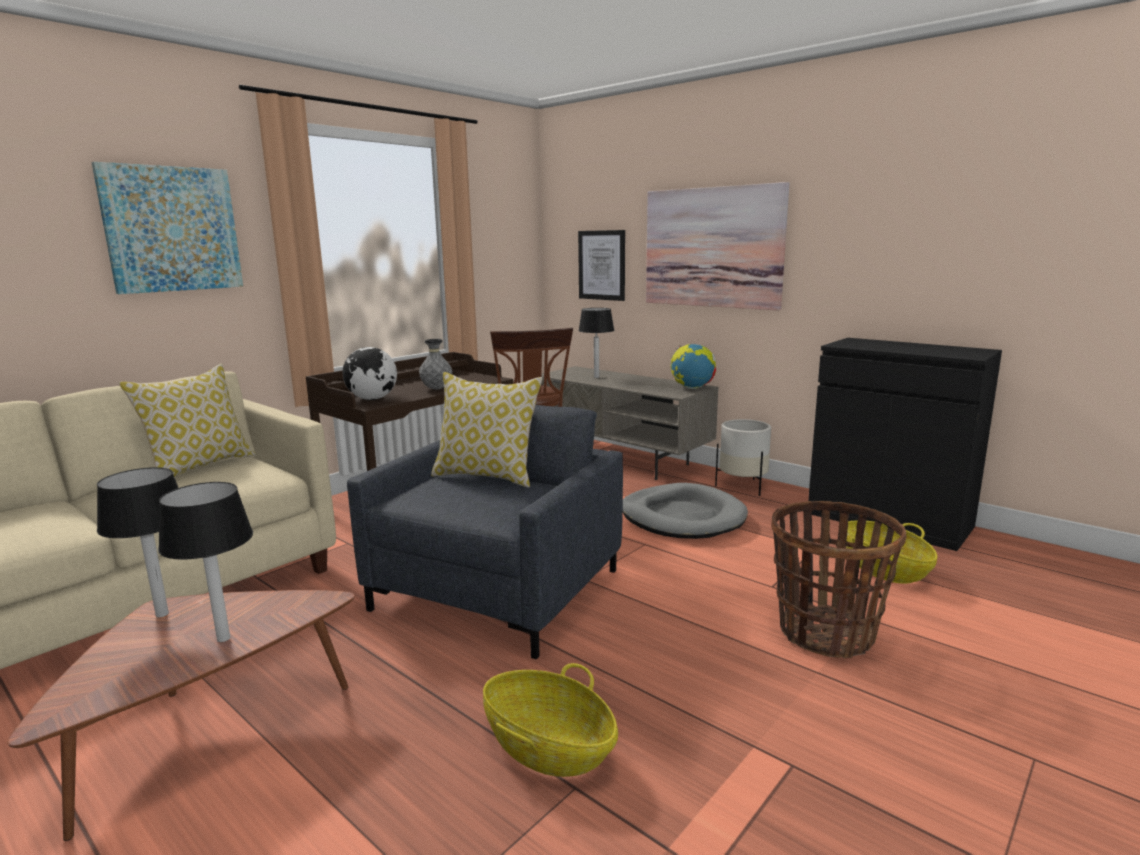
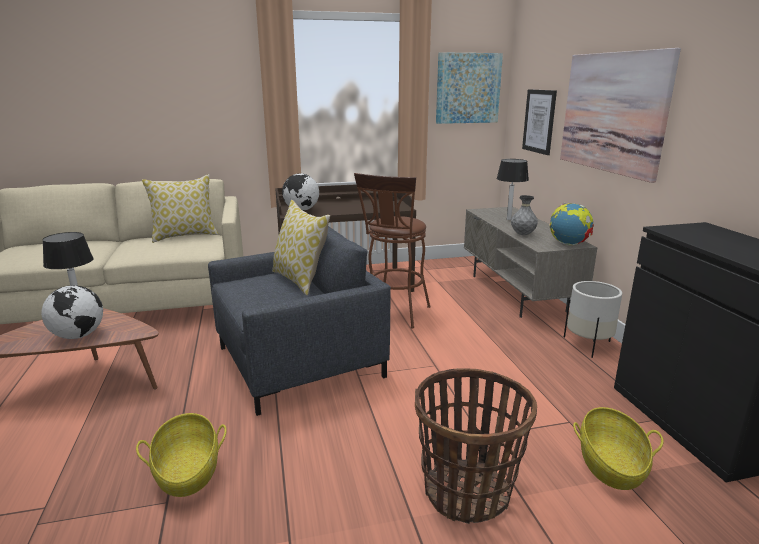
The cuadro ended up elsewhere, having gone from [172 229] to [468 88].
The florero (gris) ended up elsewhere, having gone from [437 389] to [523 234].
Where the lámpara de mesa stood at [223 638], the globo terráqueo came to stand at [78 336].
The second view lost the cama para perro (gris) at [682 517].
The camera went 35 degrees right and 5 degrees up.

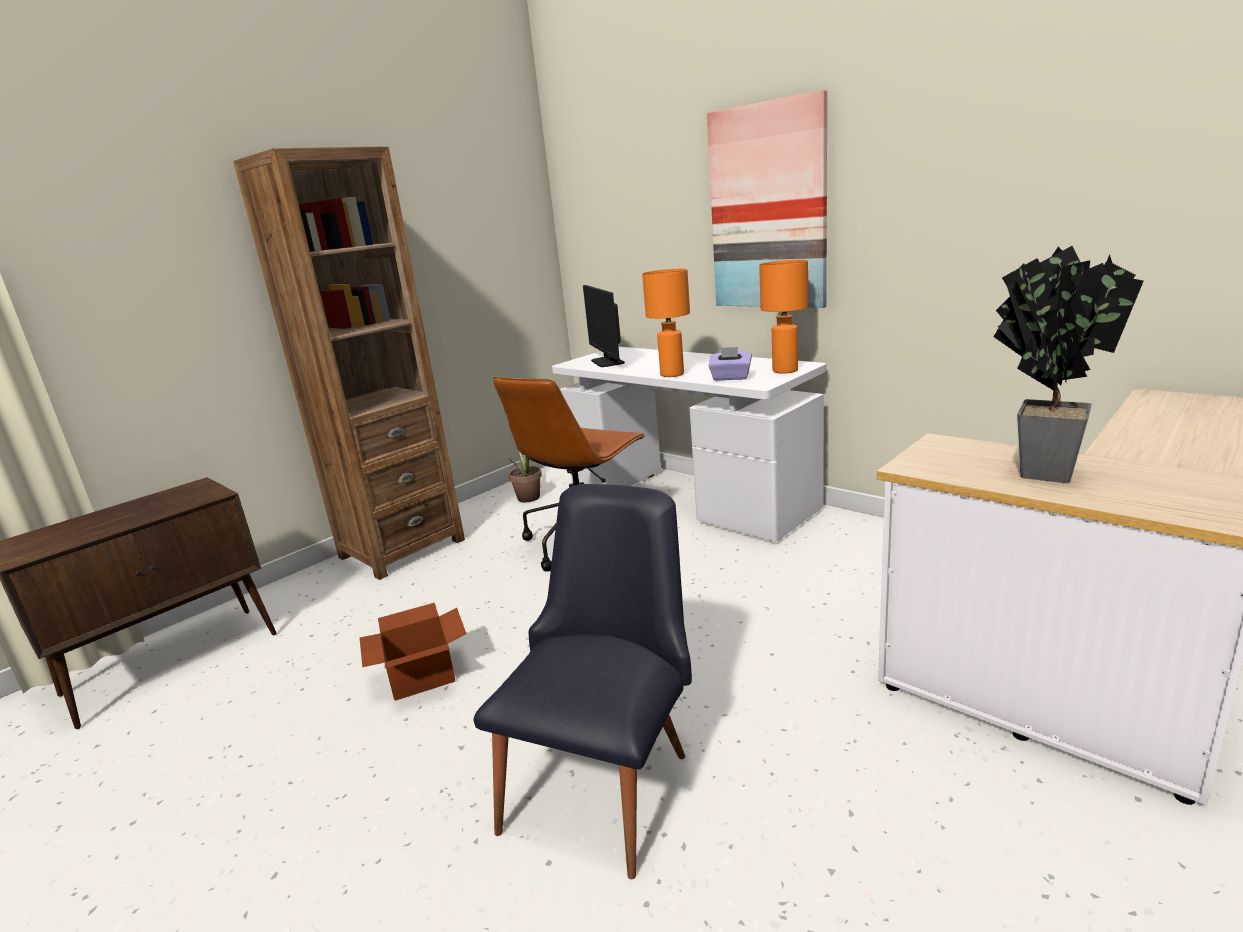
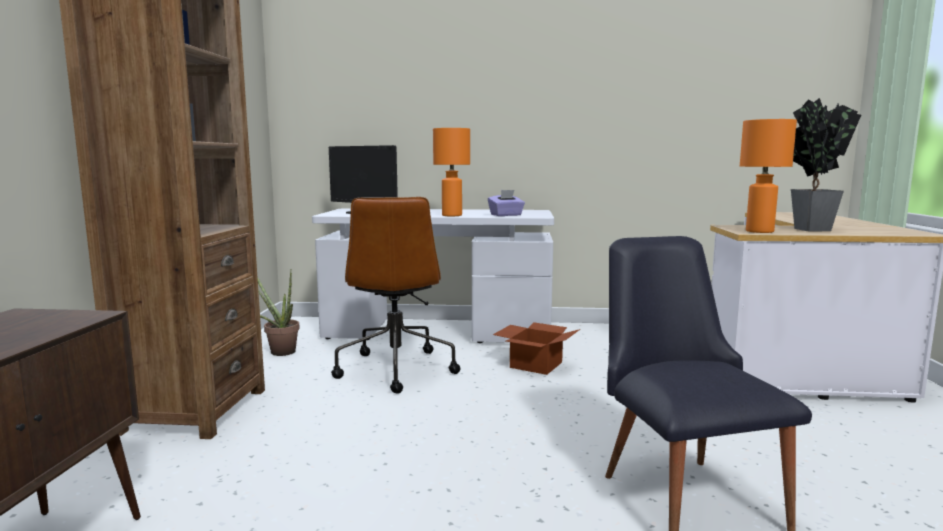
The second view lost the cuadro at [768 208].
The lámpara de mesa (naranja) ended up elsewhere, having gone from [784 370] to [758 231].
The caja de cartón ended up elsewhere, having gone from [422 673] to [535 364].
The camera went 40 degrees left and 10 degrees down.

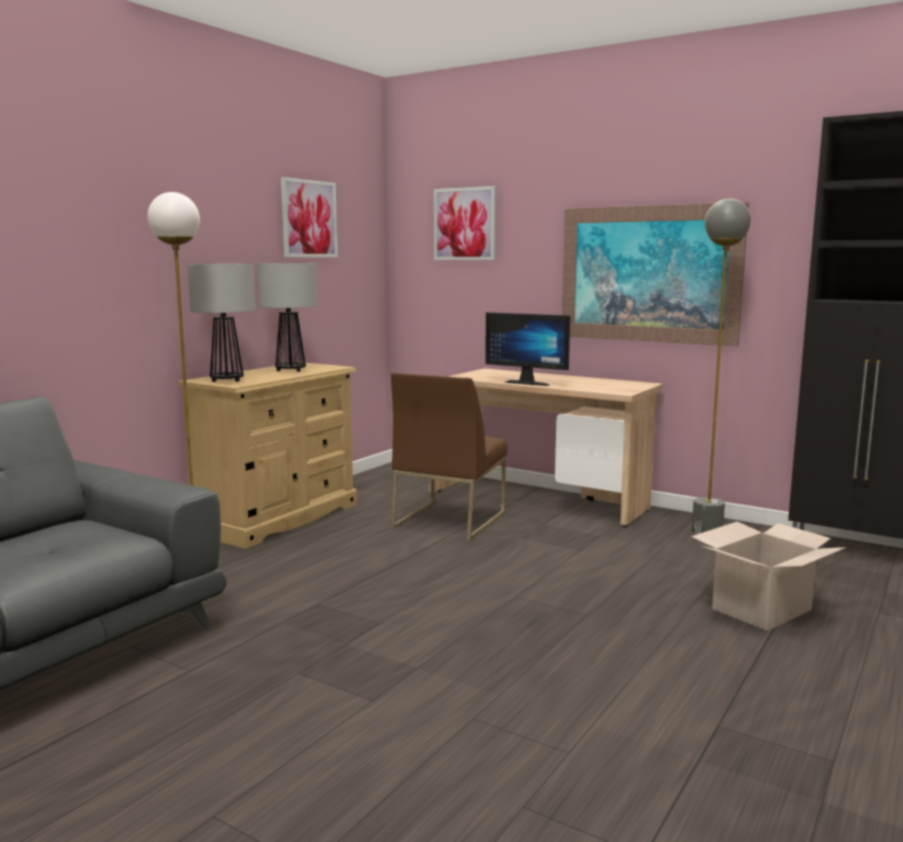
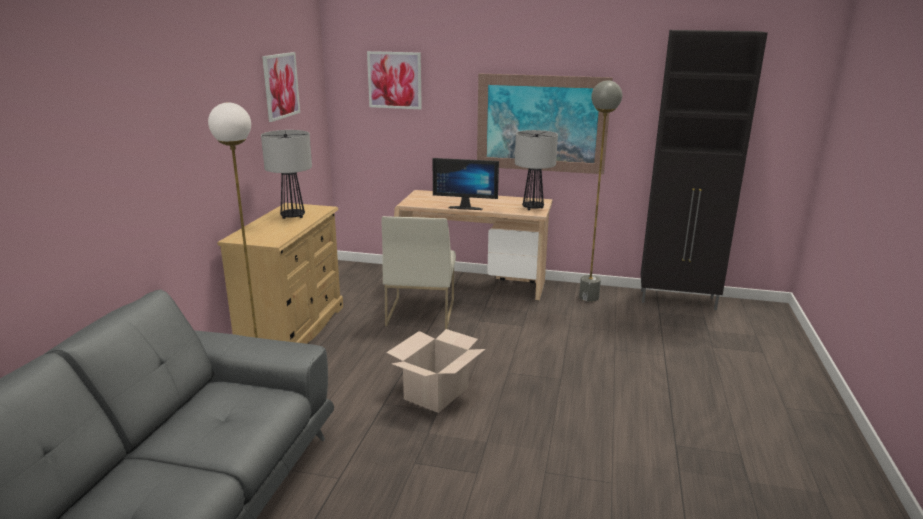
The lámpara de mesa ended up elsewhere, having gone from [227 380] to [533 208].
What was the silla (marrón) at [449 520] turned into the silla (blanco) at [420 312].
The caja de cartón ended up elsewhere, having gone from [762 609] to [437 393].
The camera went 20 degrees left and 10 degrees up.

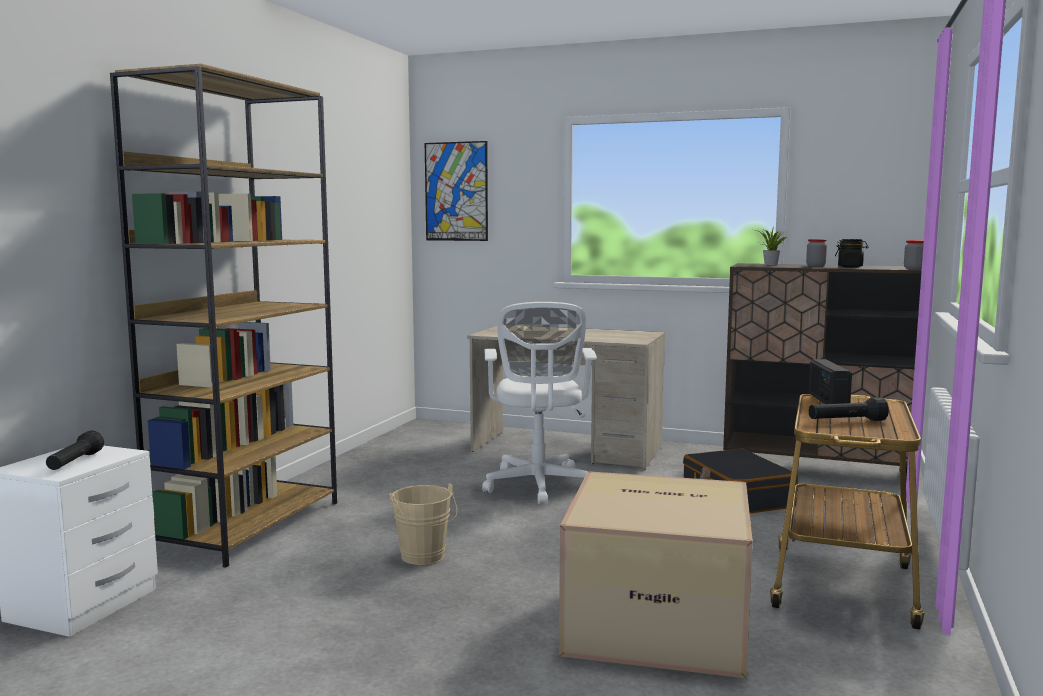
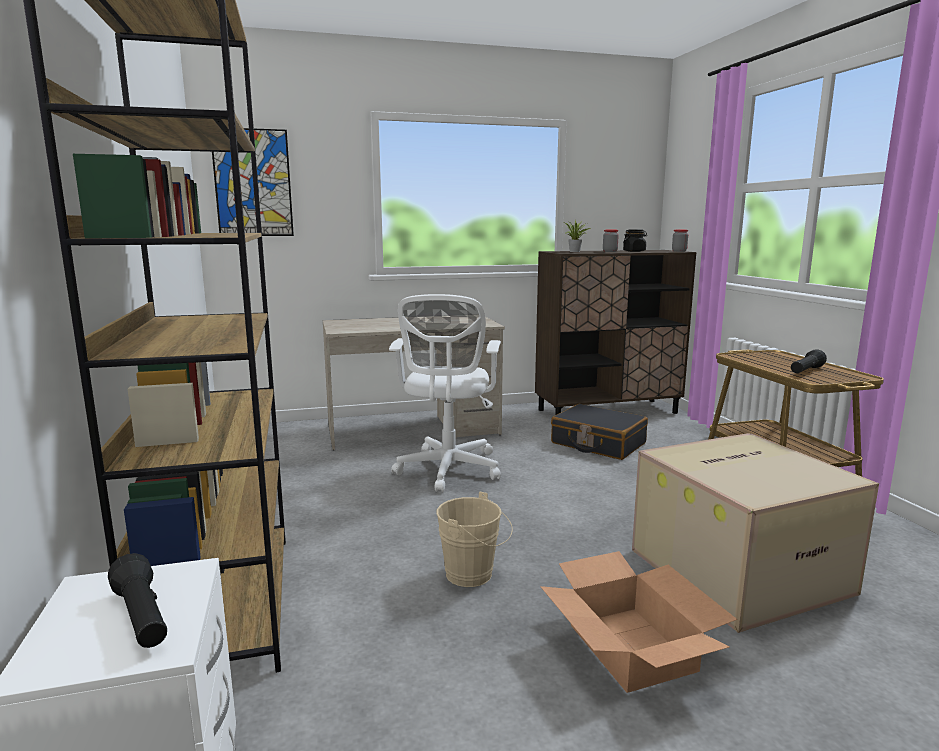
The silla de oficina (blanco) at [538 486] ended up facing another way, 45 degrees clockwise from before.
The second view lost the radio at [827 401].
The second view gained the caja de cartón at [631 647].
The camera went 35 degrees left and 5 degrees up.

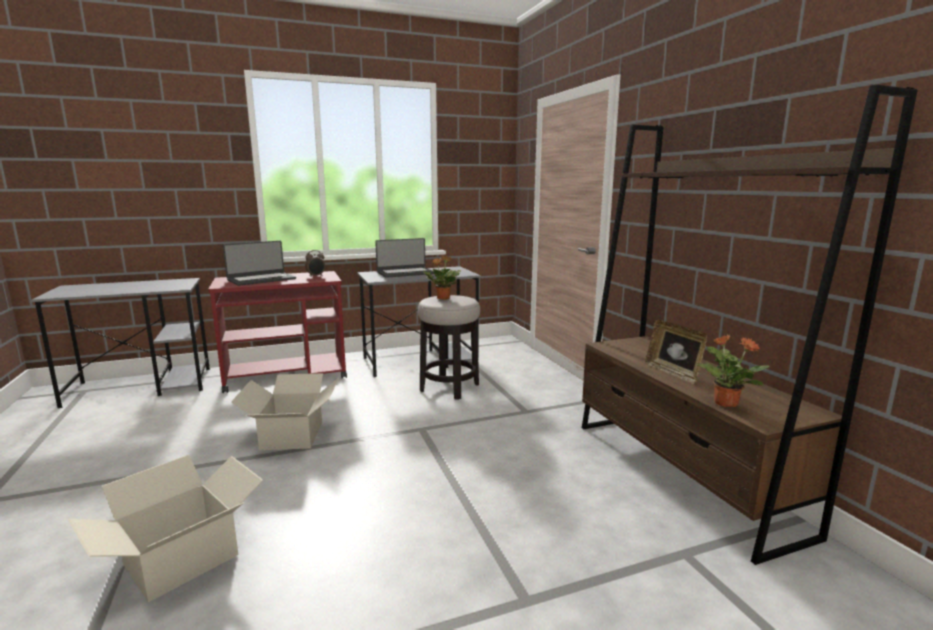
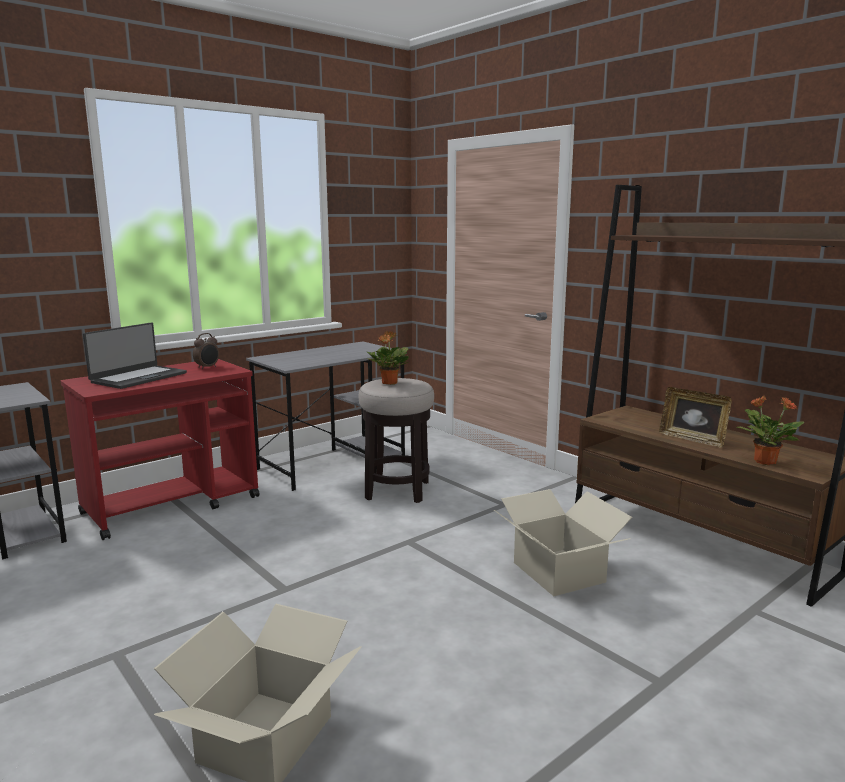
The second view lost the portátil at [405 273].
The caja de cartón ended up elsewhere, having gone from [293 435] to [559 572].
The camera went 20 degrees left and 0 degrees up.

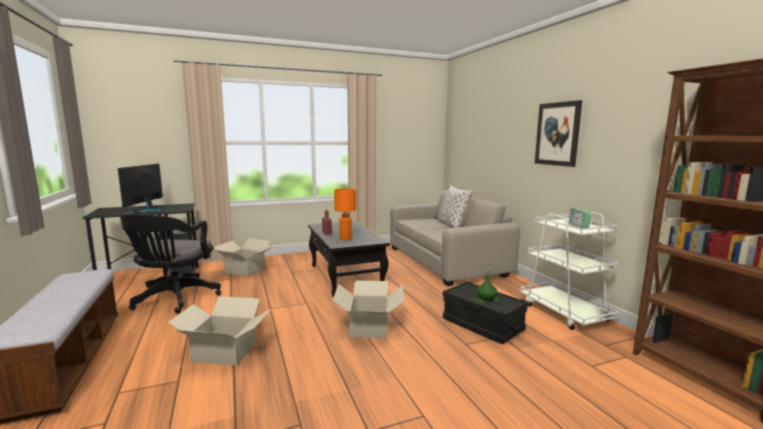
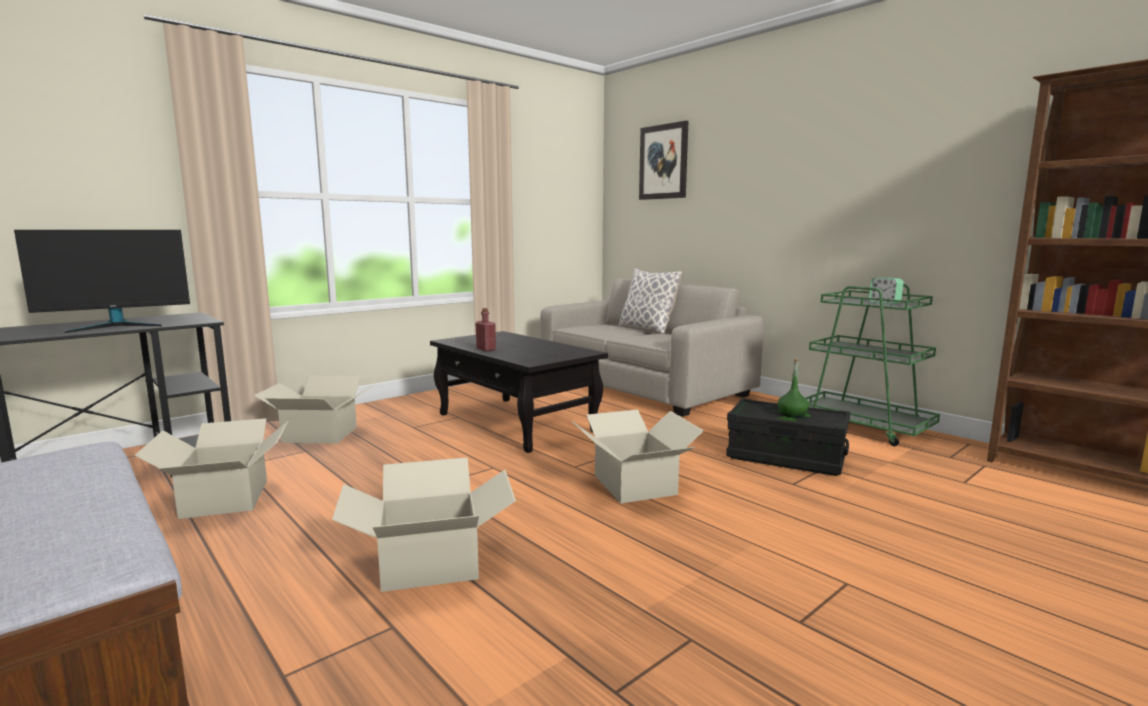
The cuadro ended up elsewhere, having gone from [557 134] to [663 162].
The monitor at [146 210] ended up facing another way, 105 degrees counterclockwise from before.
The second view lost the lámpara de mesa (naranja) at [345 238].
What was the carrito (blanco) at [564 312] turned into the carrito (verde) at [863 428].
Where the silla de oficina (negro) stood at [174 299], the caja de cartón came to stand at [224 499].
The camera went 20 degrees left and 0 degrees up.

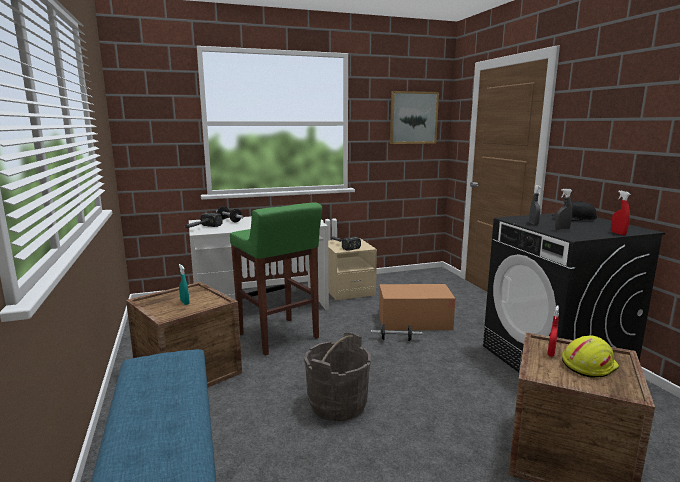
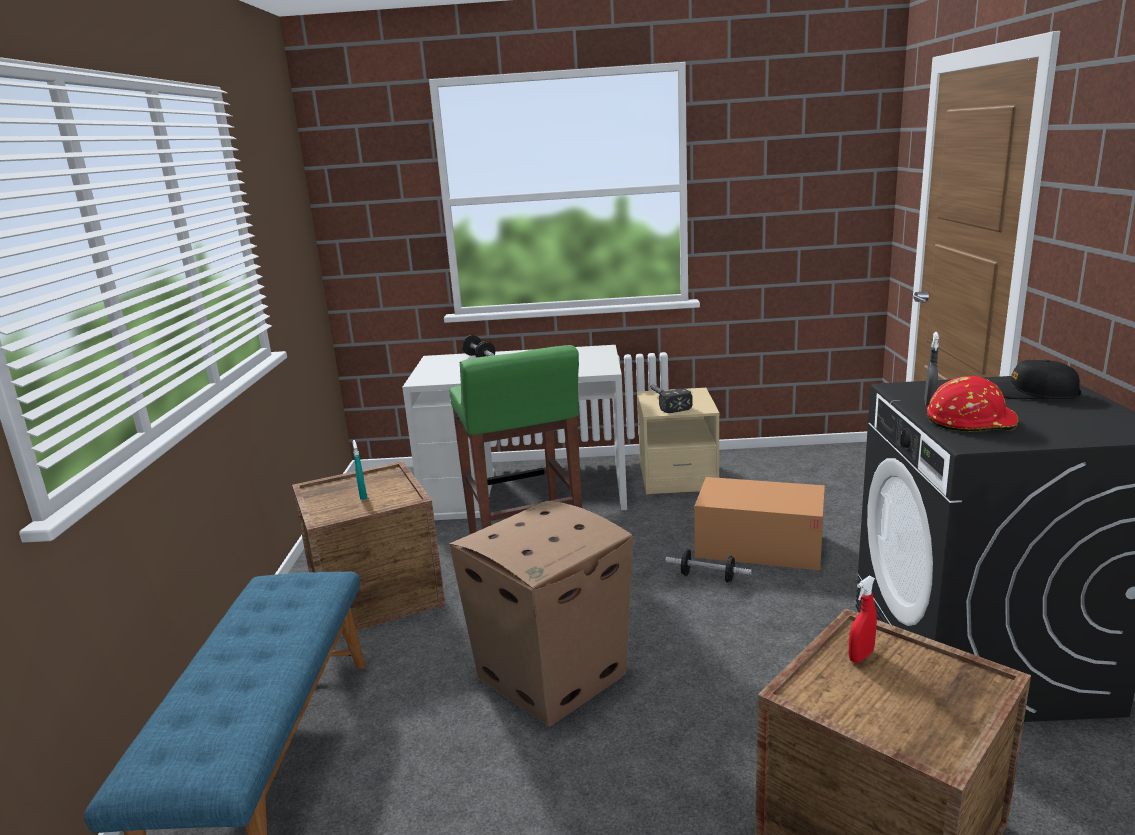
The second view lost the cuadro at [413 117].
Where the pulverizador (gris) stood at [562 229], the casco (rojo) came to stand at [970 421].
The second view lost the pulverizador (rojo) at [618 233].
The second view lost the martillo at [200 228].
Where the cubo (gris) stood at [337 404], the caja de cartón came to stand at [553 676].
The second view lost the casco (amarillo) at [588 365].
The camera went 20 degrees right and 5 degrees up.

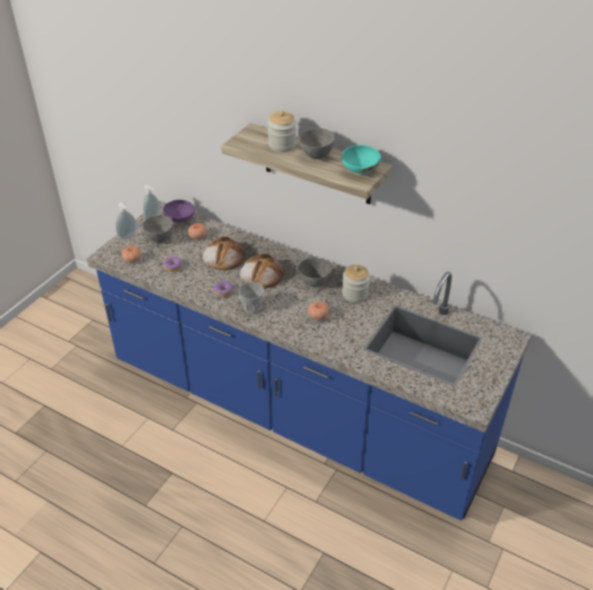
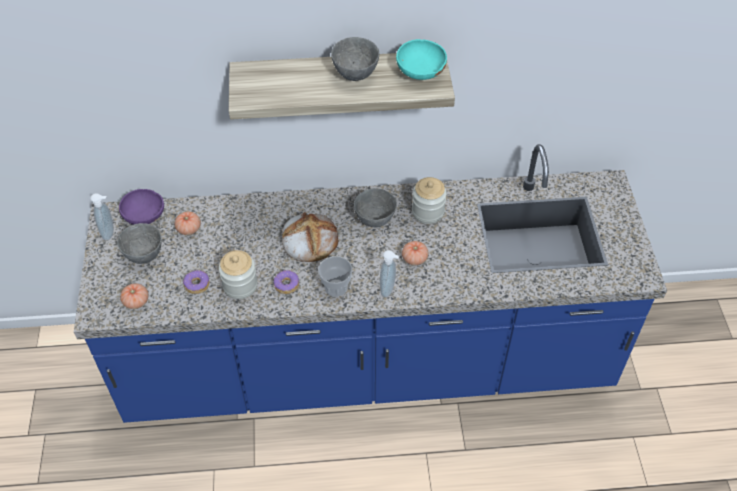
The tarro ended up elsewhere, having gone from [282 145] to [240 285].
The dispensador de jabón ended up elsewhere, having gone from [128 237] to [389 289].
The second view lost the pan at [224 256].
The camera went 35 degrees left and 10 degrees up.

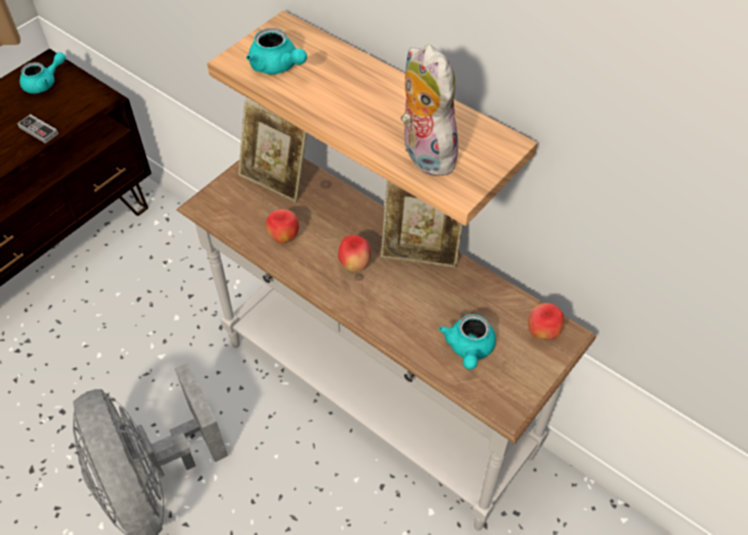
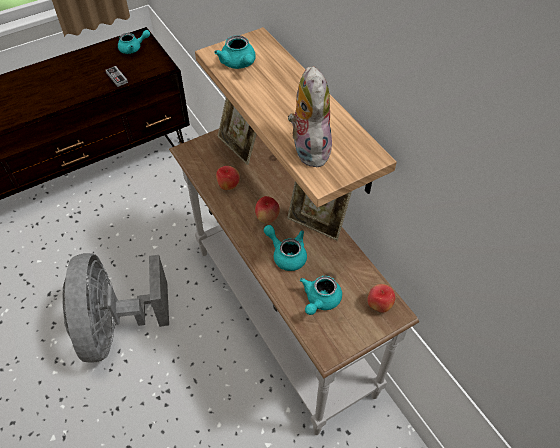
The second view gained the tetera (turquesa) at [286 254].
The camera went 20 degrees right and 0 degrees up.

